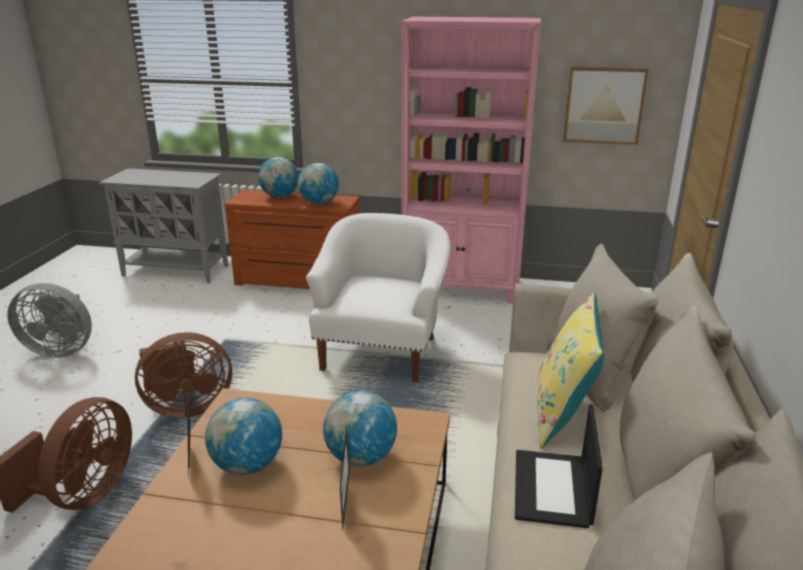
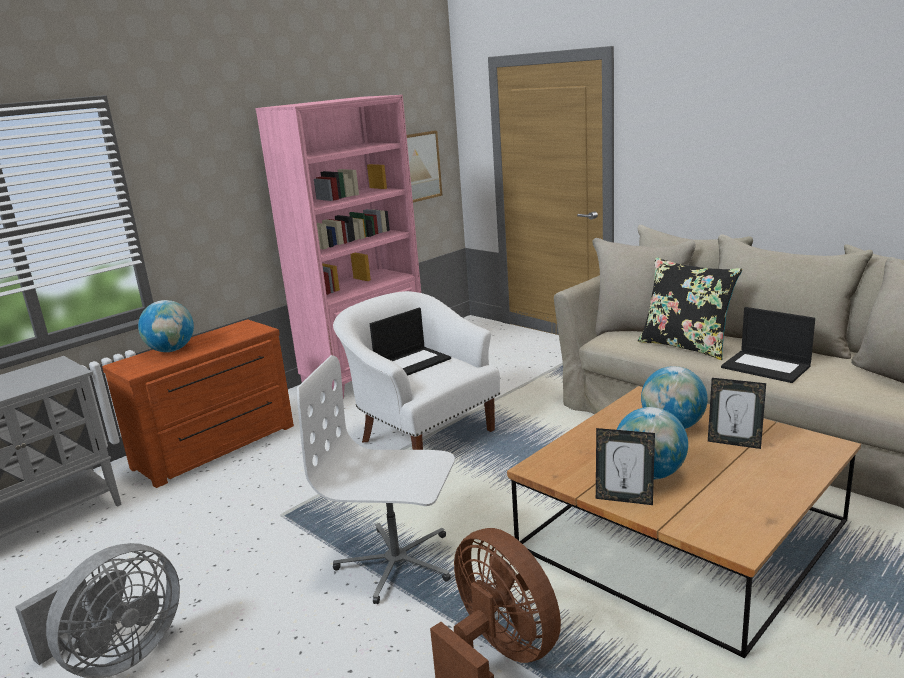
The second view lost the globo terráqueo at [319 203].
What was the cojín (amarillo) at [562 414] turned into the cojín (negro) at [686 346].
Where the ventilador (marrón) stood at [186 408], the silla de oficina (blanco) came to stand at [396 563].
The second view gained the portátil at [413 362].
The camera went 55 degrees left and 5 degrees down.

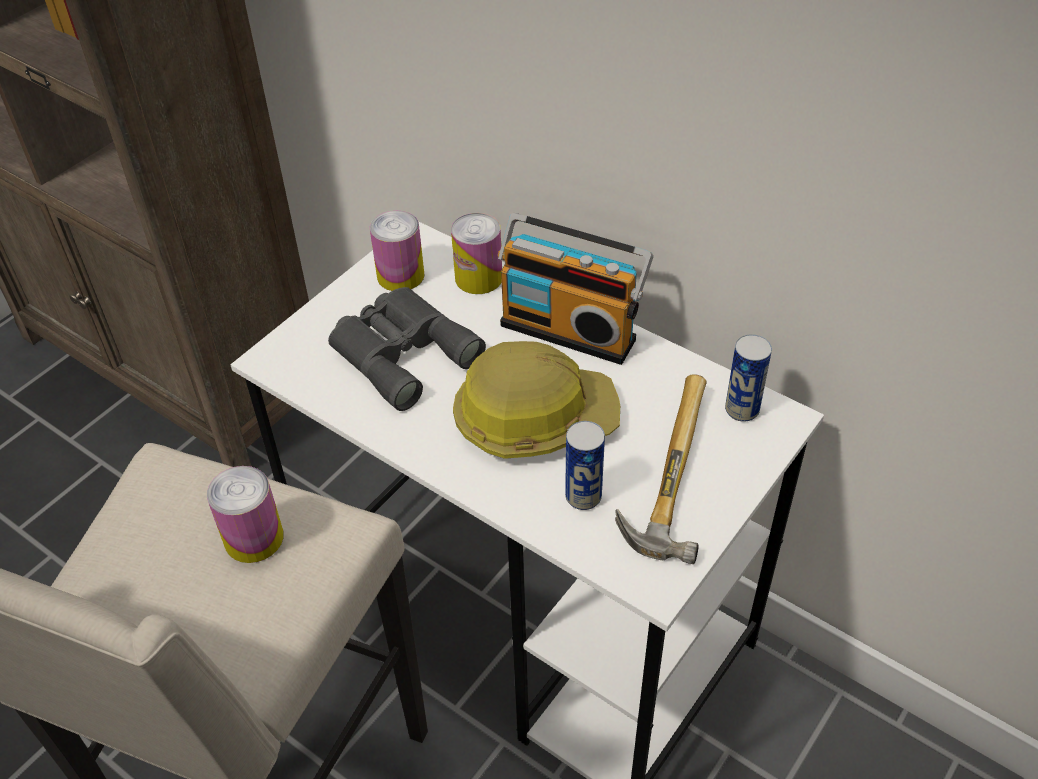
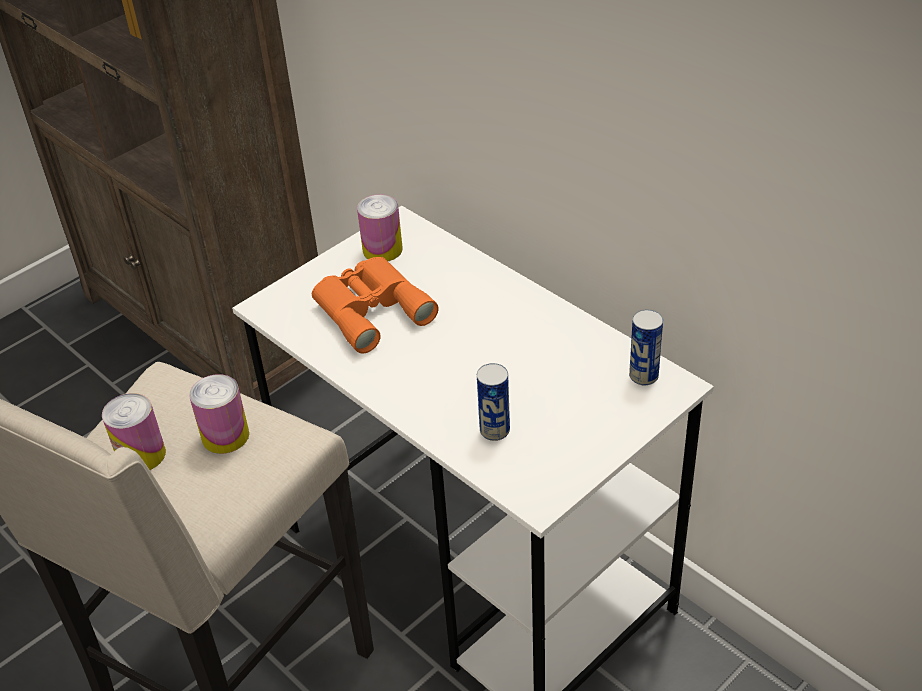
The lata ended up elsewhere, having gone from [478 278] to [141 455].
The second view lost the radio at [570 329].
What was the prismáticos (gris) at [401 351] turned into the prismáticos (naranja) at [370 308].
The second view lost the casco at [534 418].
The second view lost the martillo at [664 470].
The camera went 10 degrees right and 5 degrees down.

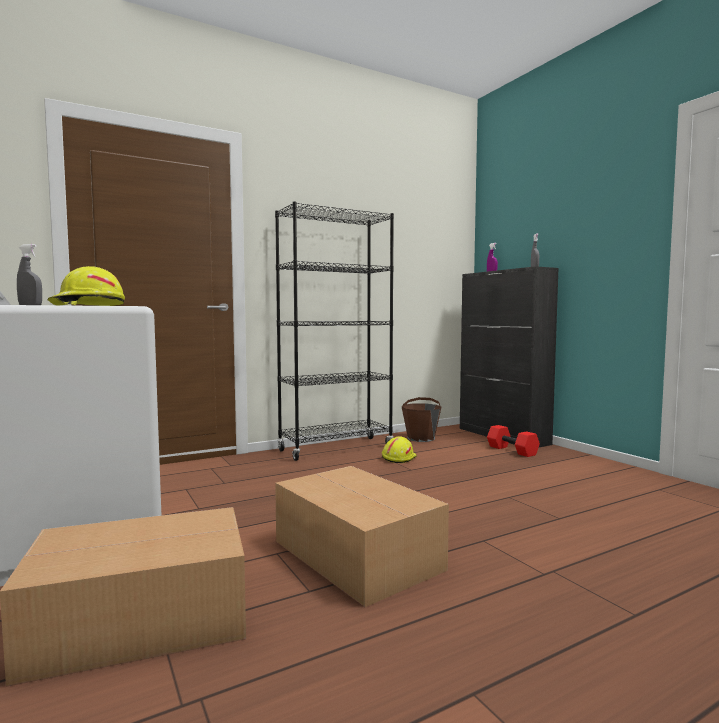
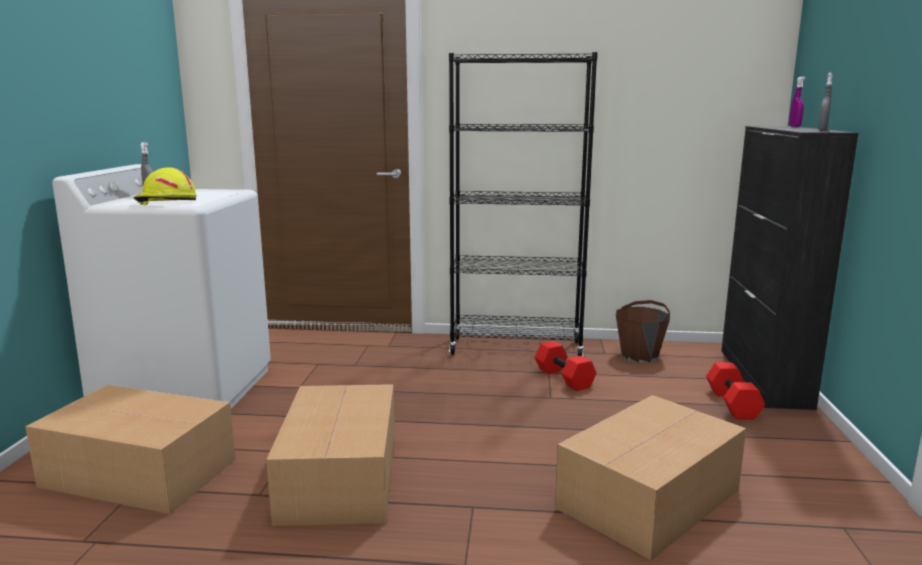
Where the casco (amarillo) stood at [398 458], the mancuerna (rojo) came to stand at [562 378].
The second view gained the caja de cartón at [651 498].
The camera went 35 degrees right and 10 degrees up.

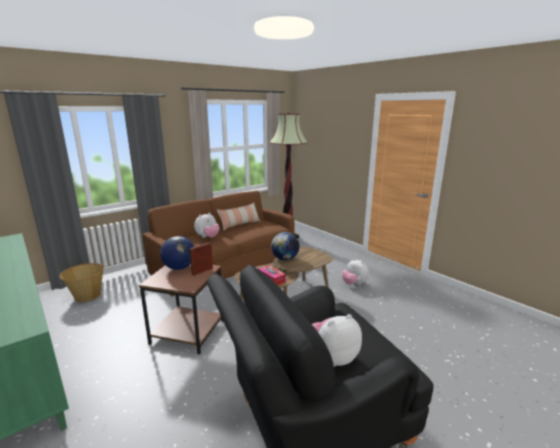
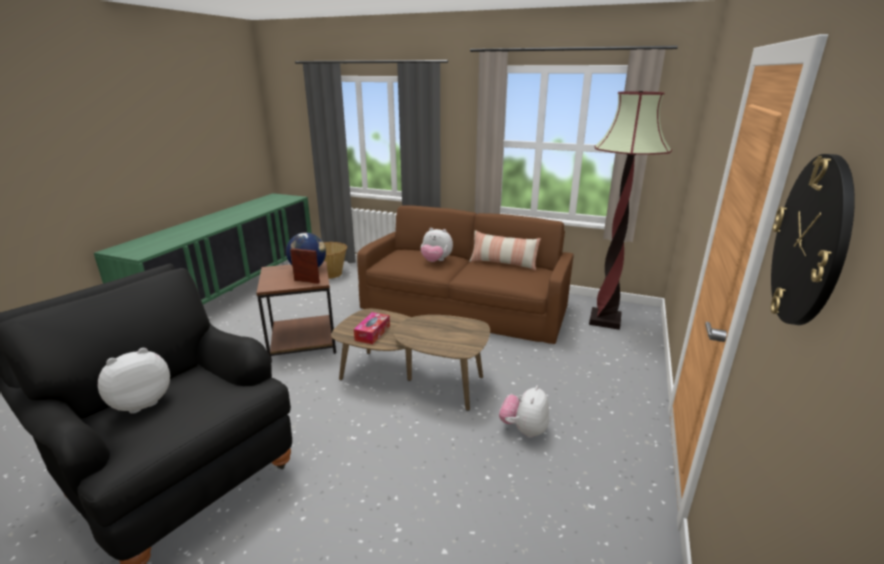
The second view lost the globo terráqueo at [285 259].
The peluche at [333 357] ended up facing another way, 75 degrees counterclockwise from before.
The second view gained the reloj de pared at [810 241].
The camera went 60 degrees right and 5 degrees up.

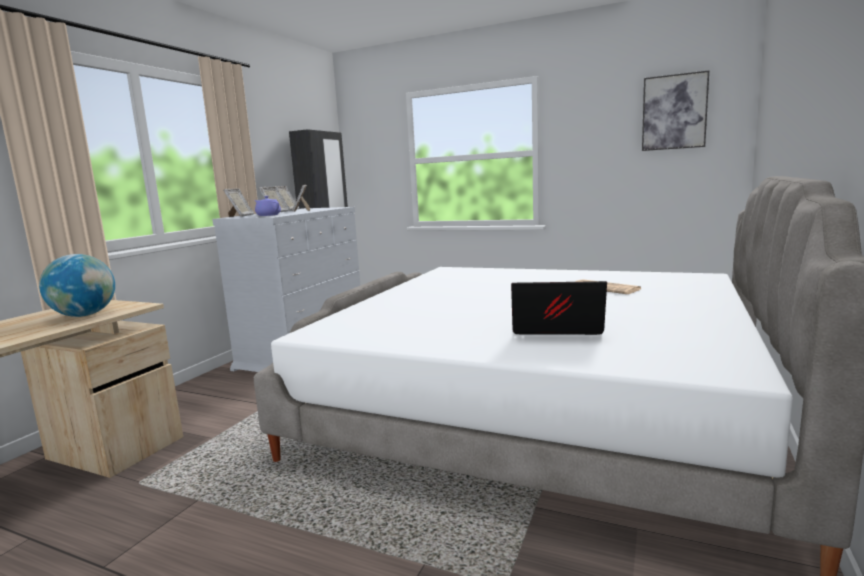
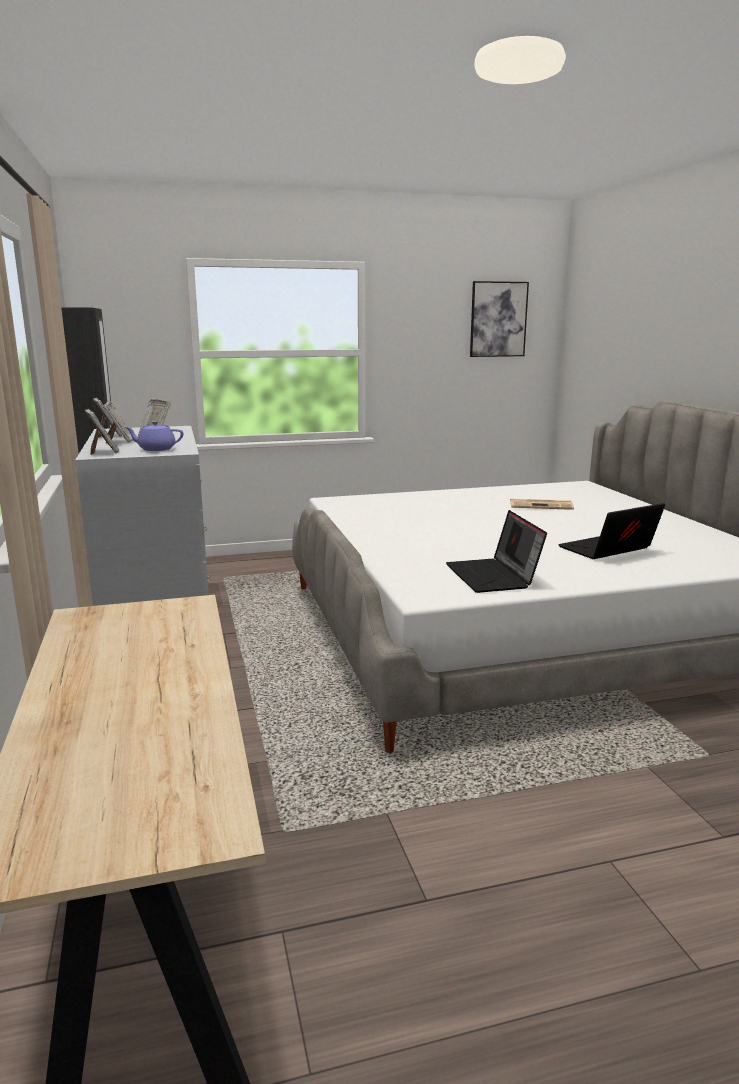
The second view lost the globo terráqueo at [84 315].
The second view gained the portátil at [494 576].
The camera went 40 degrees left and 5 degrees up.

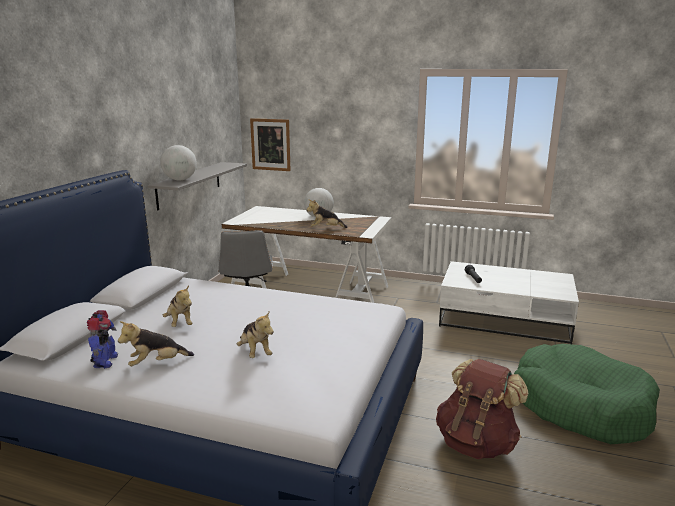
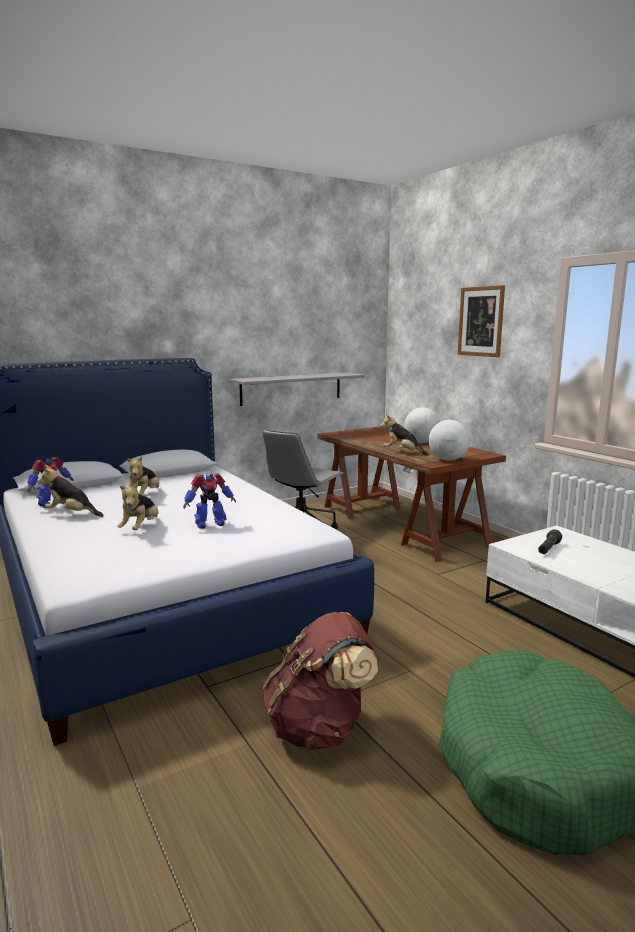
The cuadro ended up elsewhere, having gone from [270 144] to [481 321].
The globo terráqueo ended up elsewhere, having gone from [180 180] to [448 460].
What was the escritorio (blanco) at [309 287] turned into the escritorio (marrón) at [401 525].
The second view gained the robot de juguete at [209 524].
The camera went 40 degrees right and 5 degrees down.

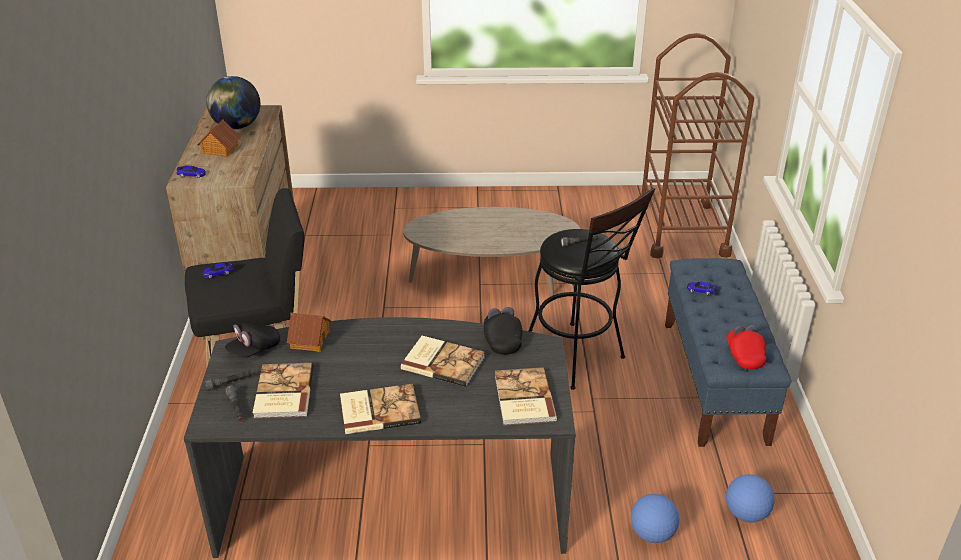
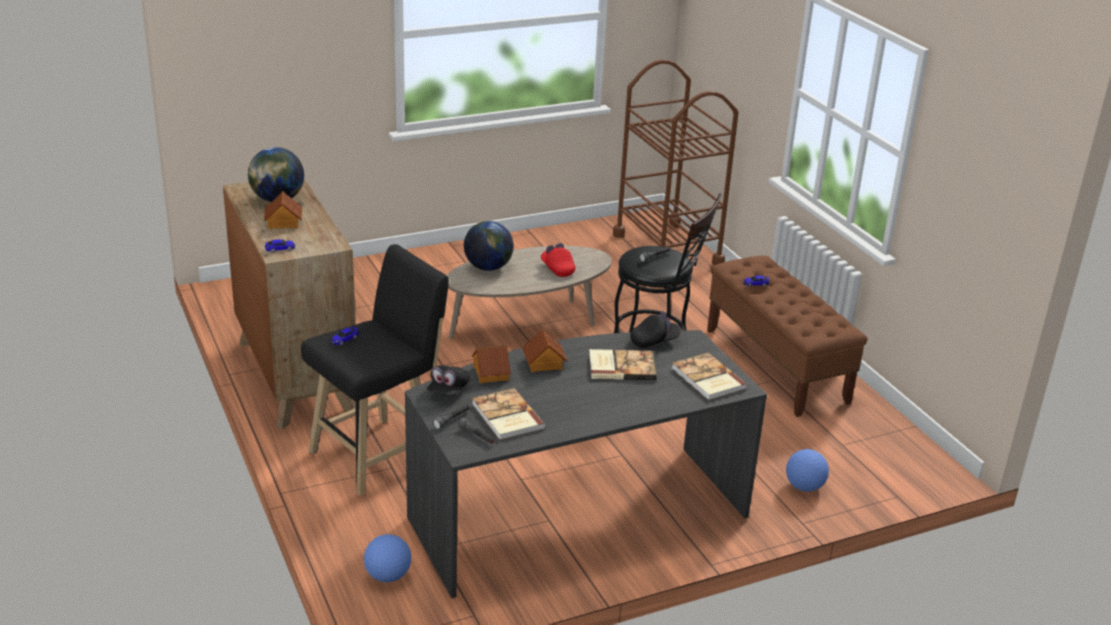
What was the banco (azul) at [714 381] turned into the banco (marrón) at [776 366].
The gorra (negro) at [502 340] ended up facing another way, 105 degrees clockwise from before.
The gorra (rojo) ended up elsewhere, having gone from [744 355] to [557 269].
The second view lost the libro at [379 410].
The balón de fútbol ended up elsewhere, having gone from [746 514] to [387 576].
The second view gained the globo terráqueo at [488 267].
The second view gained the casita at [543 363].
The camera went 25 degrees left and 5 degrees down.

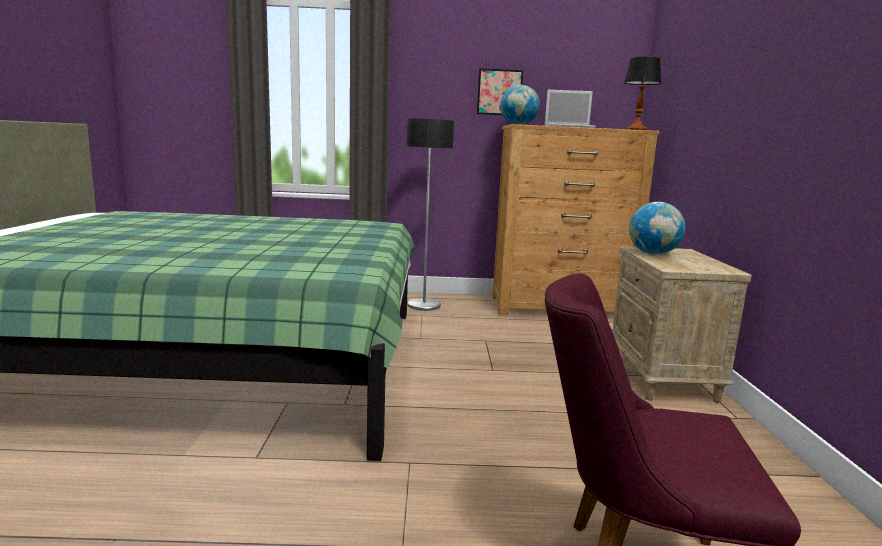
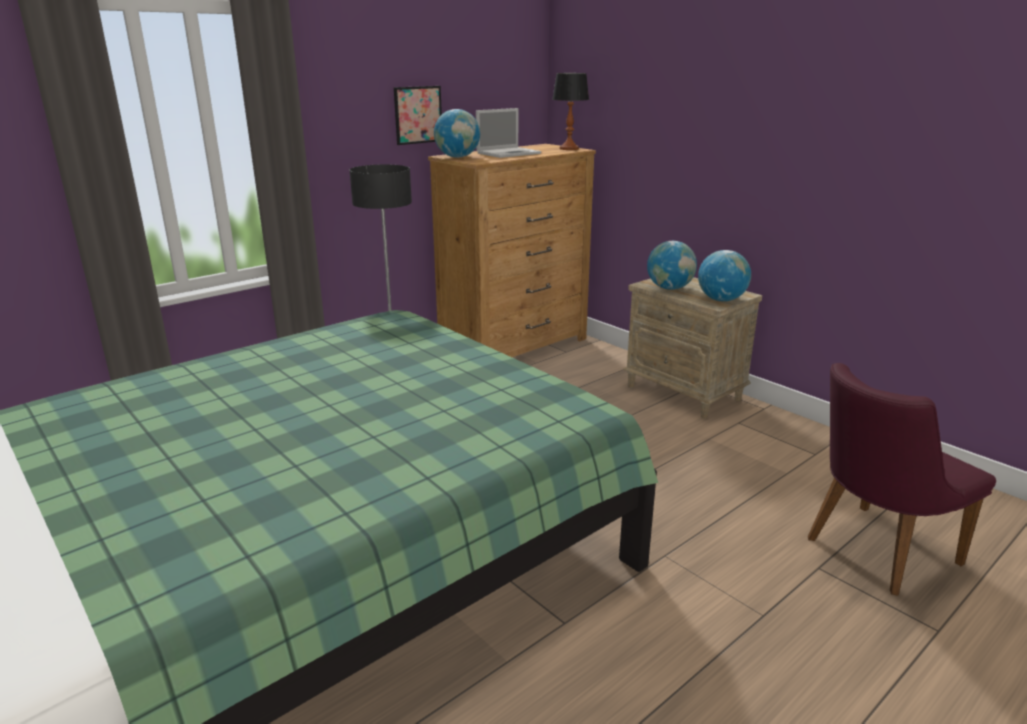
The second view gained the globo terráqueo at [721 299].
The camera went 40 degrees left and 10 degrees up.

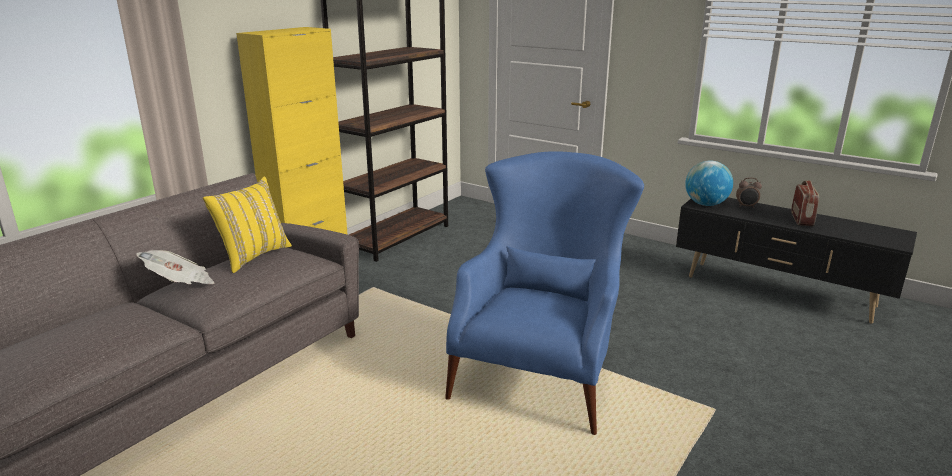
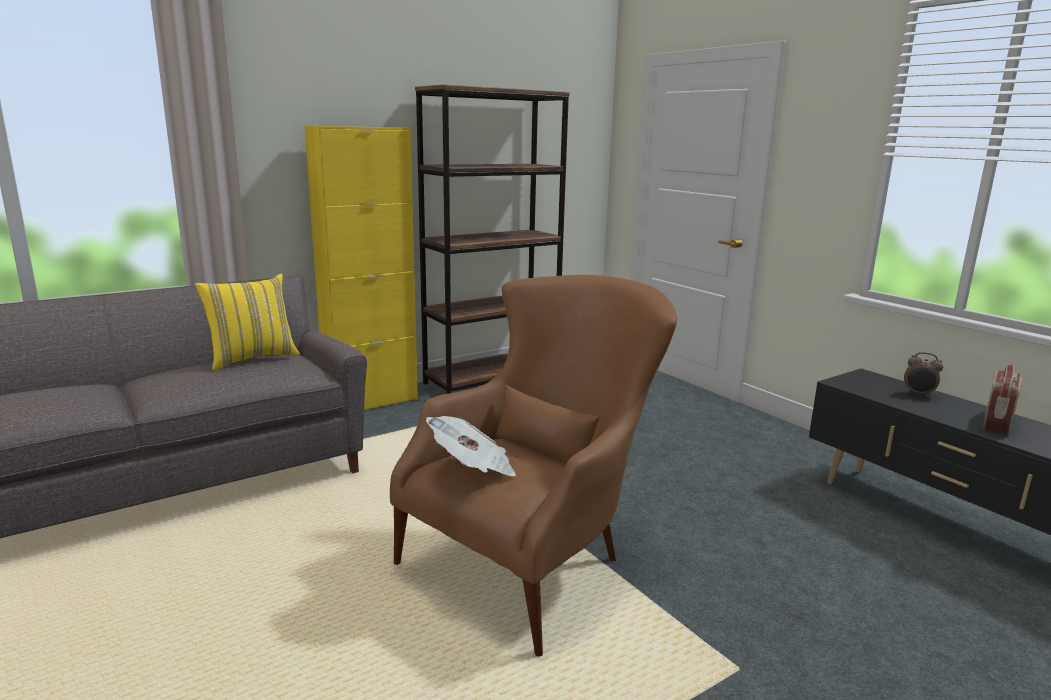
What was the sillón (azul) at [542 369] turned into the sillón (marrón) at [537 556].
The second view lost the globo terráqueo at [705 204].
The periódico ended up elsewhere, having gone from [181 284] to [473 467].
The camera went 20 degrees right and 5 degrees down.

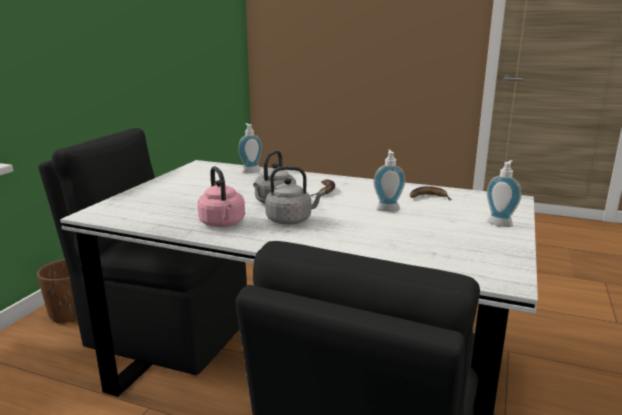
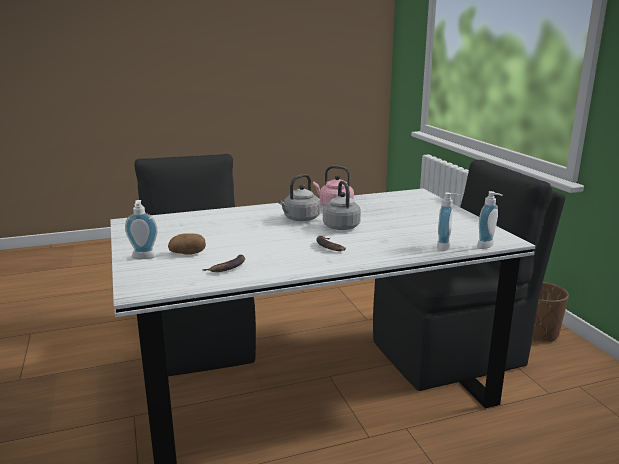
The dispensador de jabón ended up elsewhere, having gone from [387 208] to [487 246].
The second view gained the patata at [188 253].
The camera went 140 degrees right and 0 degrees up.

